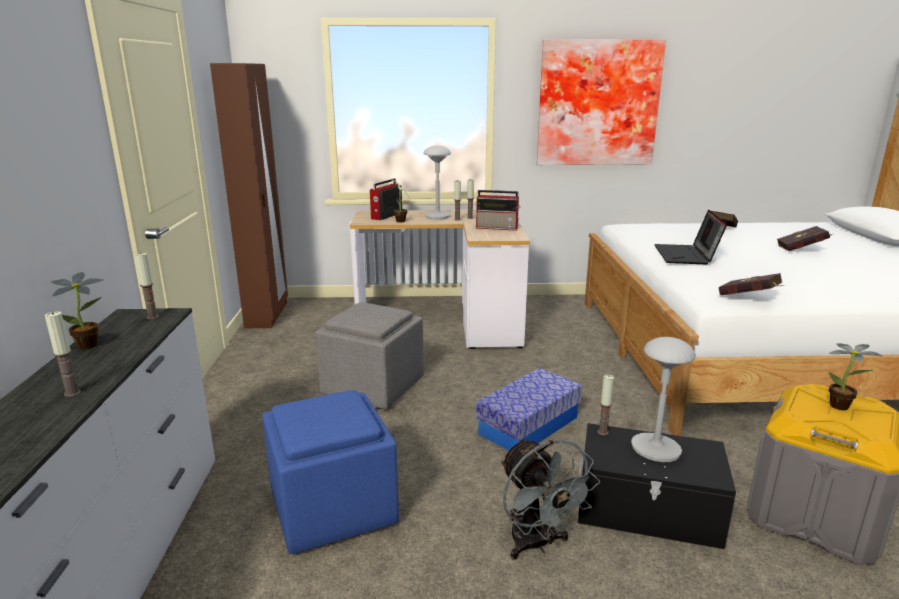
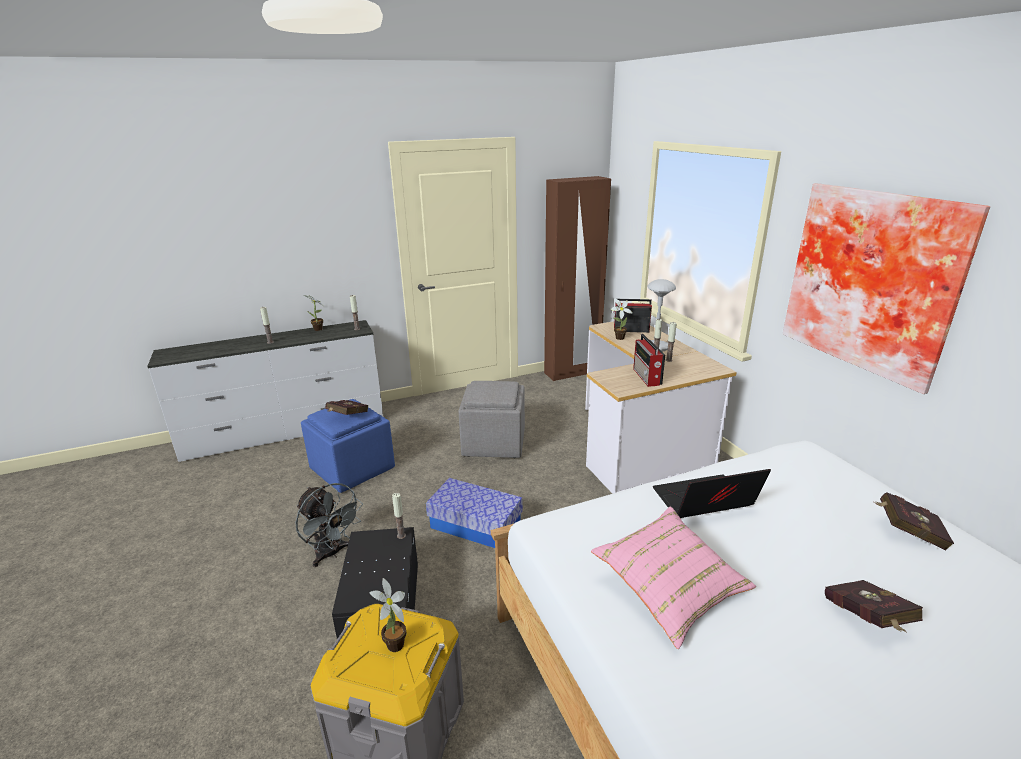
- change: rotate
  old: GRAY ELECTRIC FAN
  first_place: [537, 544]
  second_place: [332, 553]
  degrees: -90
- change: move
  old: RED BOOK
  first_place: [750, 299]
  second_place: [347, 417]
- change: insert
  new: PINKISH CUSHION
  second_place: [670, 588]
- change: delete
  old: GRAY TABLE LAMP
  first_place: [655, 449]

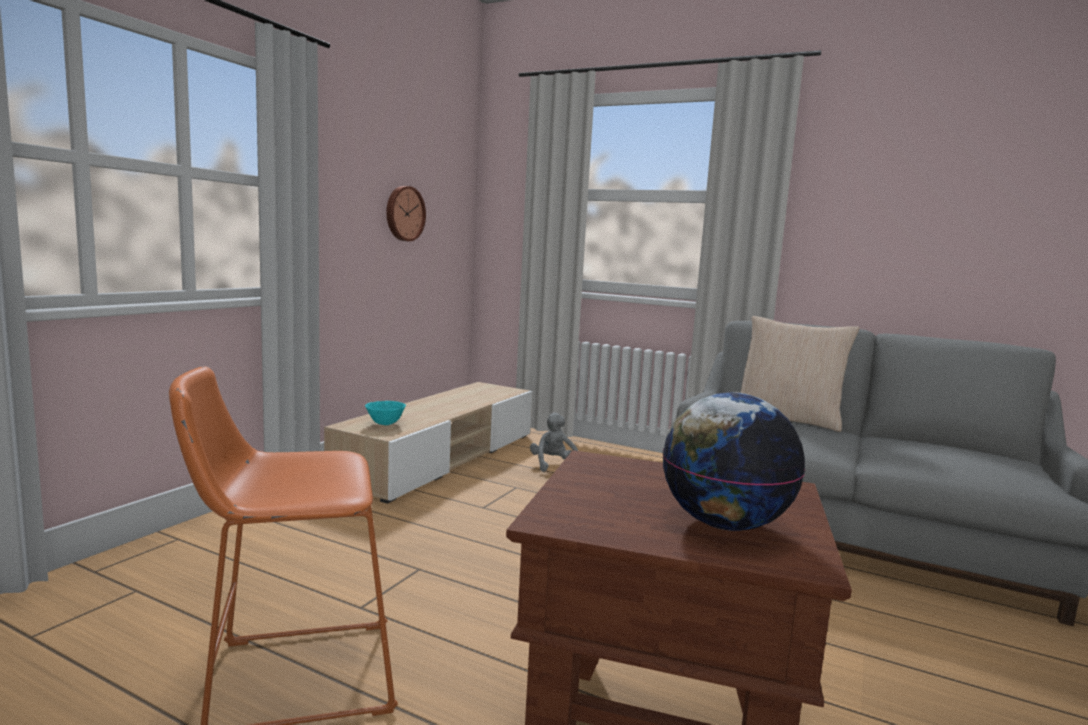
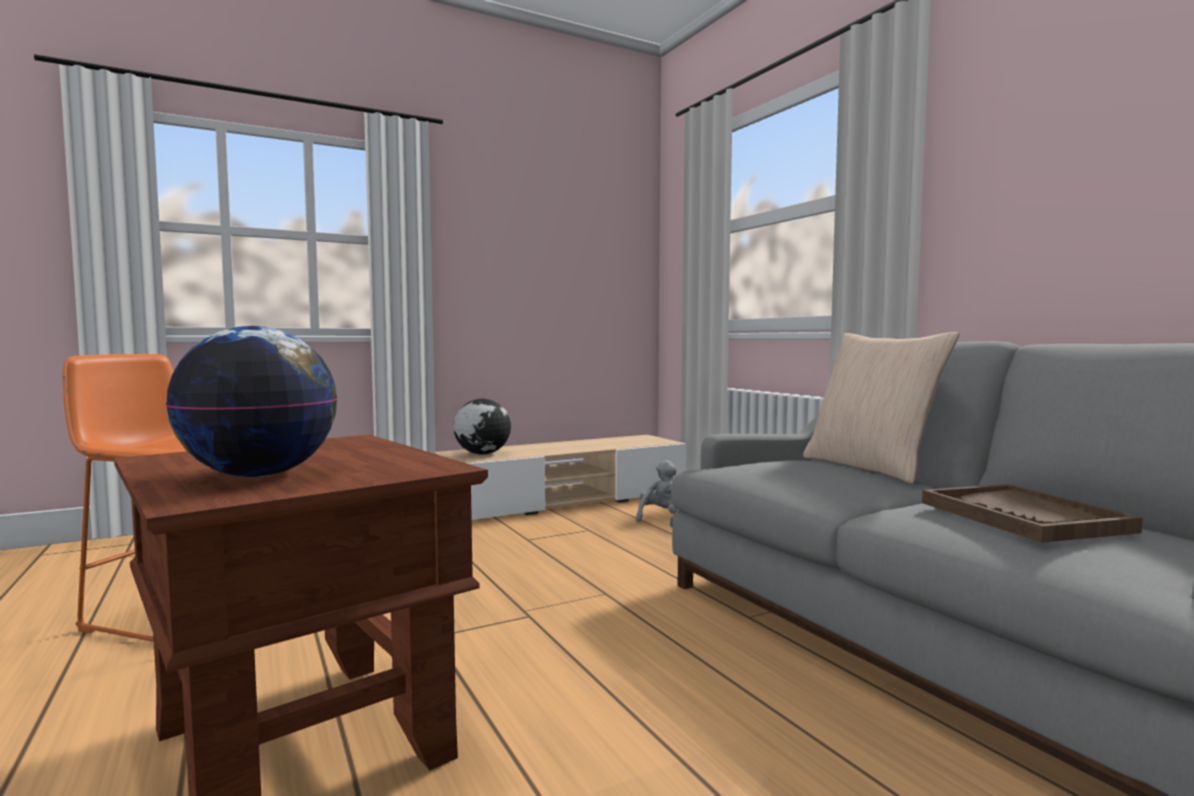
- change: replace
  old: TURQUOISE-COLOURED SERVING BOWL
  new: GLOBE
  first_place: [385, 424]
  second_place: [482, 454]
- change: insert
  new: BROWN-COLOURED CARRYING TRAY
  second_place: [1023, 517]
- change: delete
  old: WALL CLOCK
  first_place: [404, 213]

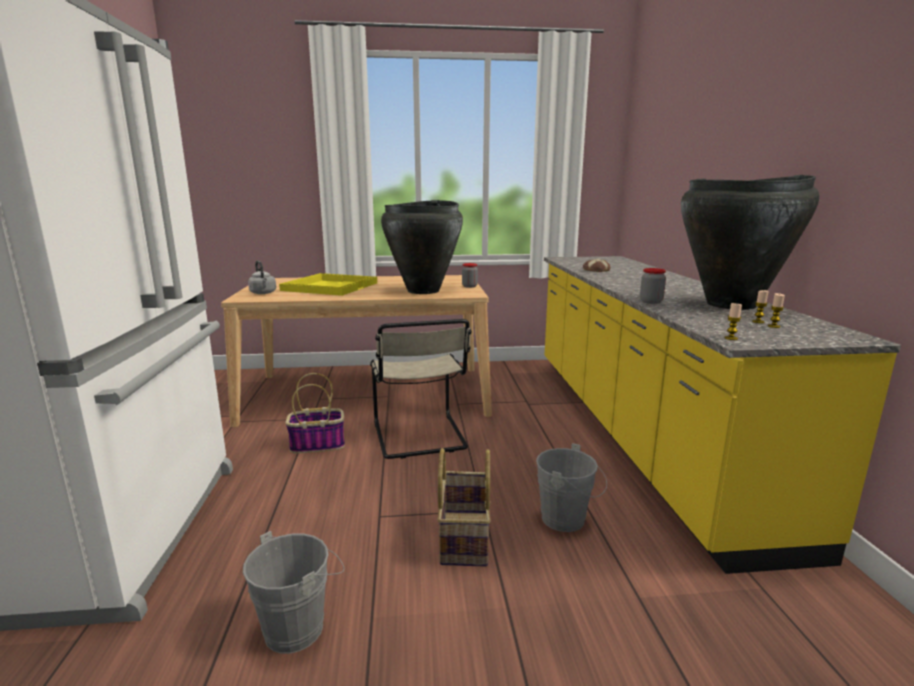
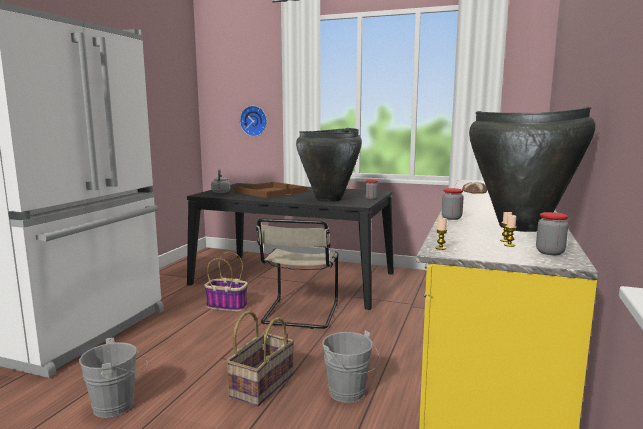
- change: recolor
  old: SAND-COLOURED DINNER TABLE
  new: BLACKISH DINNER TABLE
  first_place: [368, 394]
  second_place: [293, 278]
- change: recolor
  old: YELLOWISH CARRYING TRAY
  new: BROWN-COLOURED CARRYING TRAY
  first_place: [330, 286]
  second_place: [270, 191]
- change: insert
  new: WALL CLOCK
  second_place: [254, 121]
- change: insert
  new: PRESERVE JAR
  second_place: [550, 252]

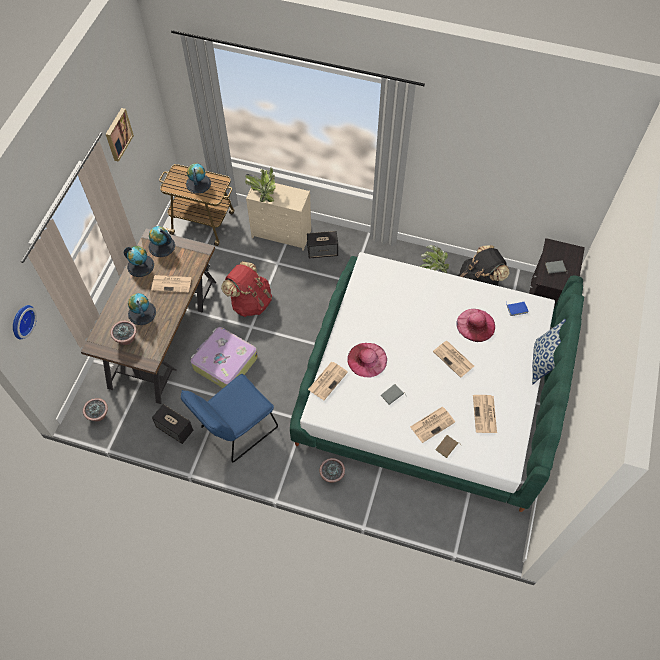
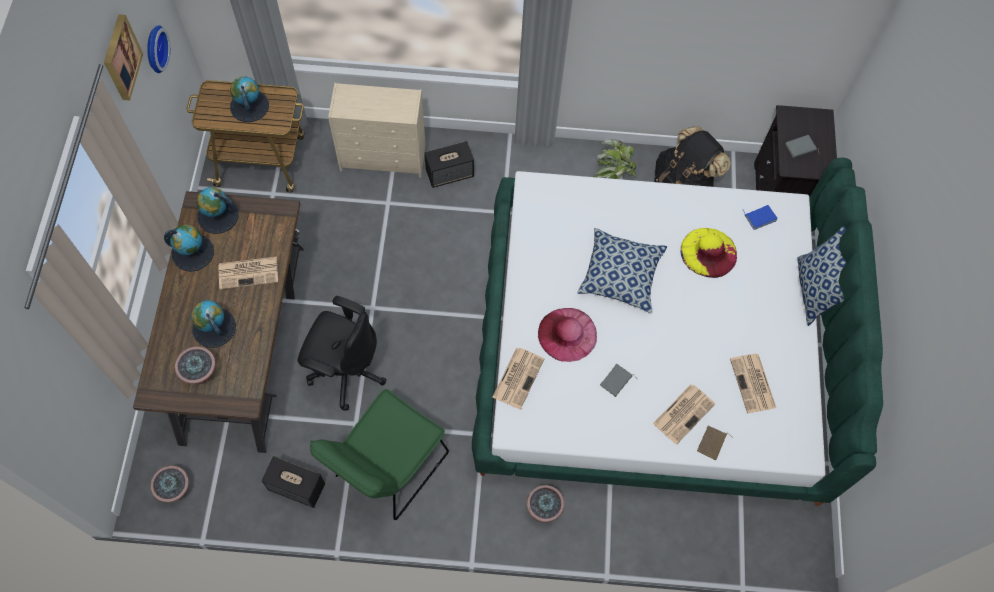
- change: move
  old: WALL CLOCK
  first_place: [21, 321]
  second_place: [154, 49]
- change: replace
  old: SUITCASE
  new: BLACKISH DESK CHAIR
  first_place: [224, 363]
  second_place: [346, 371]
- change: recolor
  old: BLUISH CHAIR
  new: GREEN-COLOURED CHAIR
  first_place: [235, 430]
  second_place: [387, 470]
- change: insert
  new: CUSHION
  second_place: [620, 276]
- change: recolor
  old: PINKISH CLOTHING HAT
  new: YELLOWISH CLOTHING HAT
  first_place: [475, 325]
  second_place: [708, 252]
- change: delete
  old: RED RUCKSACK
  first_place: [250, 302]
- change: delete
  old: HOUSEPLANT
  first_place: [263, 192]
- change: delete
  old: PRINTED PAPER
  first_place: [454, 359]

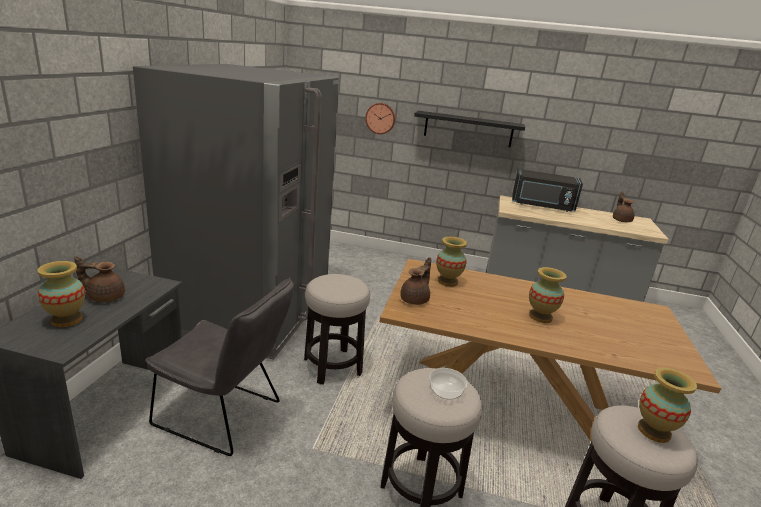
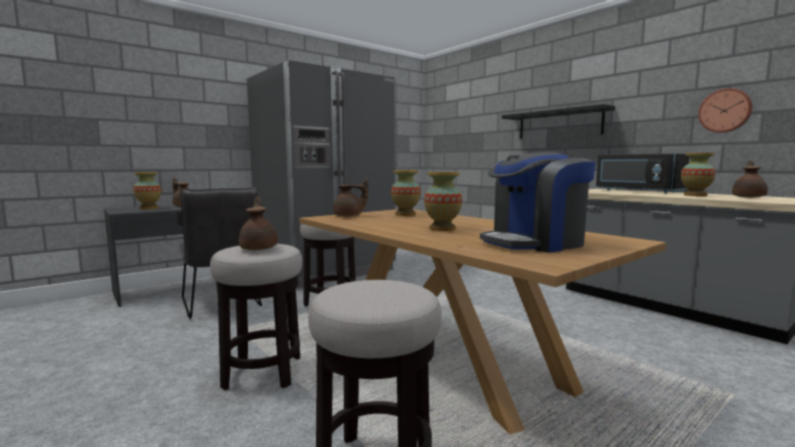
- change: replace
  old: SERVING BOWL
  new: BROWN-COLOURED TEAPOT
  first_place: [446, 391]
  second_place: [259, 248]
- change: insert
  new: COFFEE MACHINE
  second_place: [535, 243]
- change: move
  old: DECORATIVE VASE
  first_place: [653, 431]
  second_place: [695, 195]
- change: move
  old: WALL CLOCK
  first_place: [380, 118]
  second_place: [725, 111]

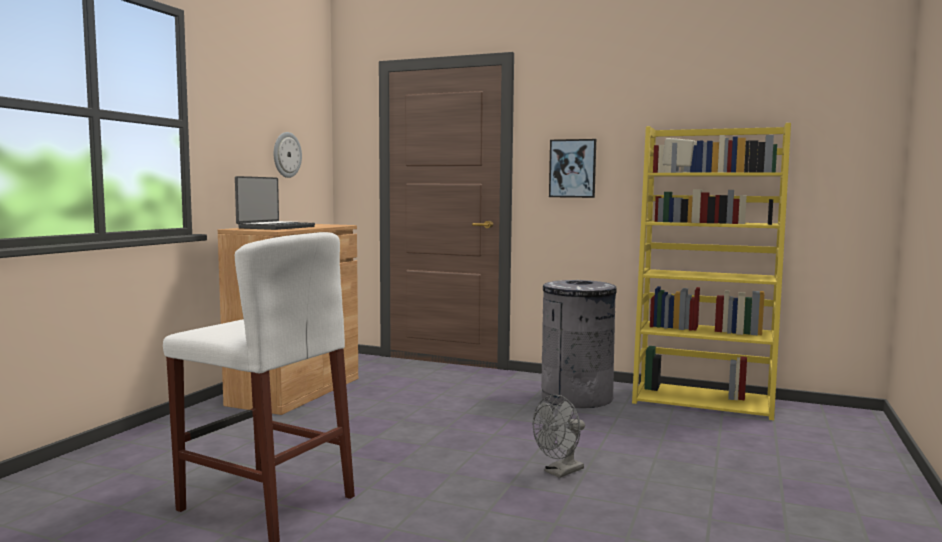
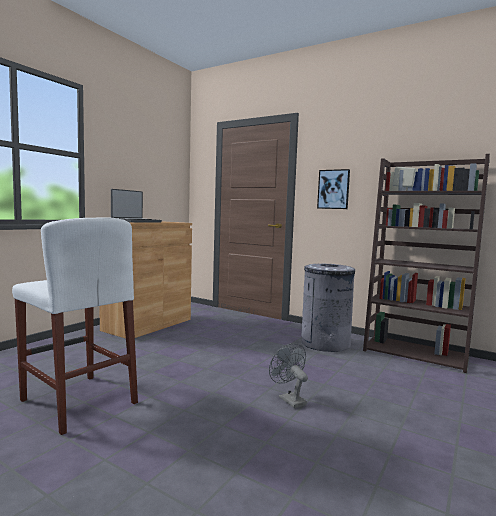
- change: rotate
  old: GRAY ELECTRIC FAN
  first_place: [560, 472]
  second_place: [289, 399]
  degrees: 90
- change: recolor
  old: YELLOWISH BOOKSHELF
  new: BROWN-COLOURED BOOKSHELF
  first_place: [704, 401]
  second_place: [416, 353]
- change: delete
  old: WALL CLOCK
  first_place: [286, 155]

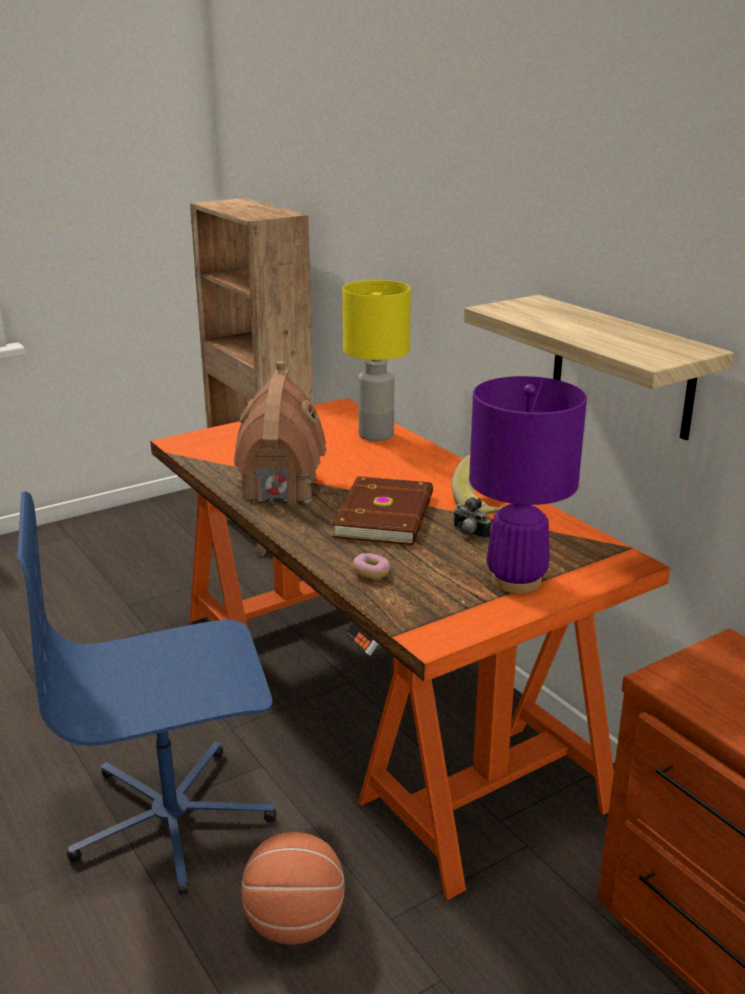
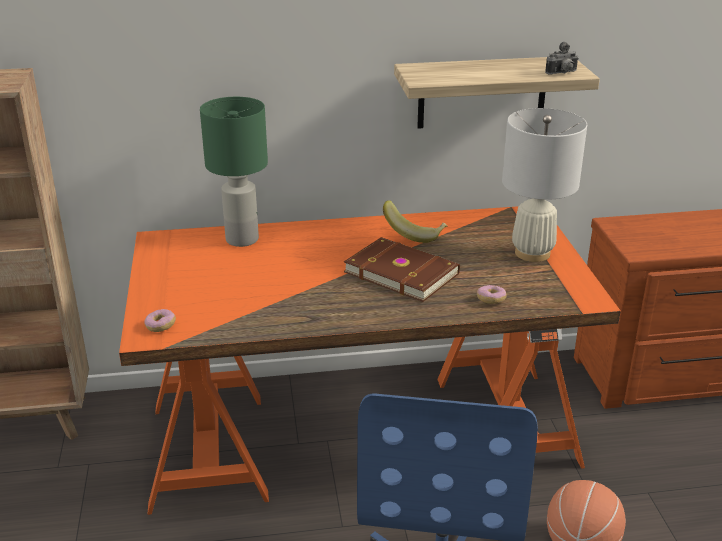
- change: insert
  new: DOUGHNUT
  second_place: [160, 326]
- change: recolor
  old: YELLOWISH TABLE LAMP
  new: GREEN-COLOURED TABLE LAMP
  first_place: [375, 435]
  second_place: [241, 239]
- change: recolor
  old: PURPLISH TABLE LAMP
  new: WHITISH TABLE LAMP
  first_place: [515, 580]
  second_place: [532, 253]
- change: move
  old: PHOTO CAMERA
  first_place: [468, 534]
  second_place: [562, 73]
- change: delete
  old: MINIATURE HOUSE
  first_place: [279, 487]

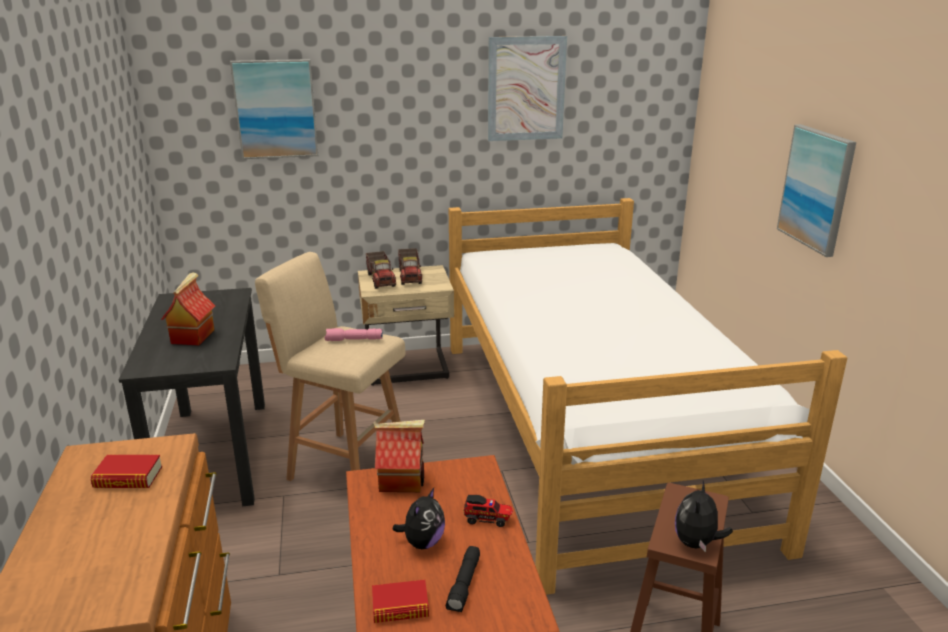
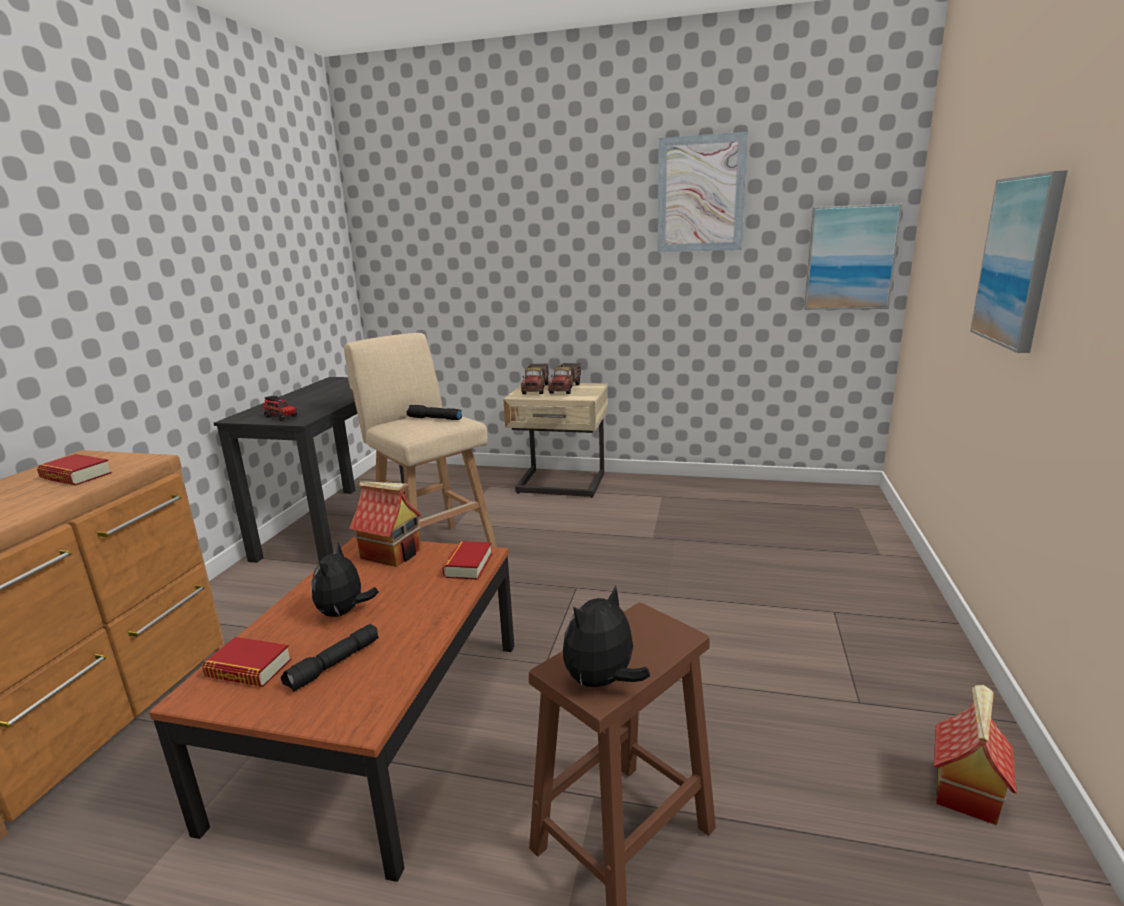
- change: move
  old: TOY TRUCK
  first_place: [488, 519]
  second_place: [281, 417]
- change: rotate
  old: CUDDLY TOY
  first_place: [422, 542]
  second_place: [344, 612]
  degrees: 135
- change: recolor
  old: PINKISH HAND TORCH
  new: BLACKISH HAND TORCH
  first_place: [353, 340]
  second_place: [434, 419]
- change: insert
  new: BOOK
  second_place: [468, 565]
- change: move
  old: WALL ART
  first_place: [275, 109]
  second_place: [850, 258]
- change: move
  old: MINIATURE HOUSE
  first_place: [192, 336]
  second_place: [964, 790]
- change: delete
  old: BED
  first_place: [589, 431]

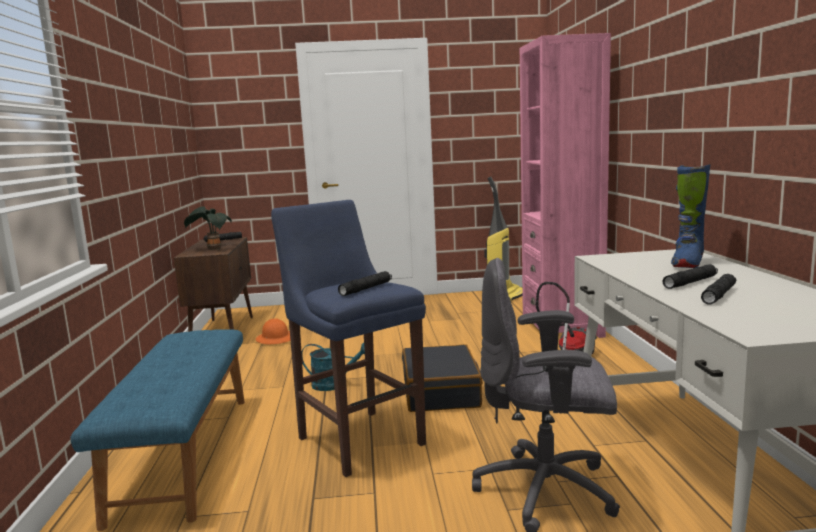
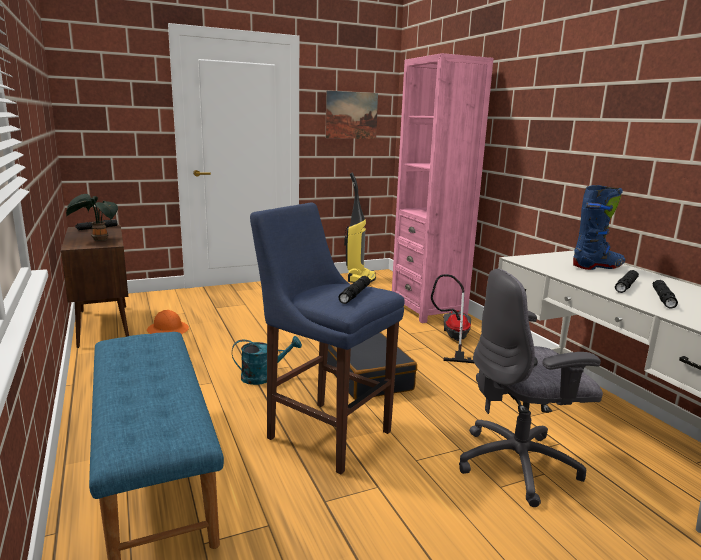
- change: insert
  new: WALL ART
  second_place: [351, 115]
- change: rotate
  old: BLUISH HIGH-TOP BOOT
  first_place: [687, 264]
  second_place: [598, 267]
  degrees: -120

